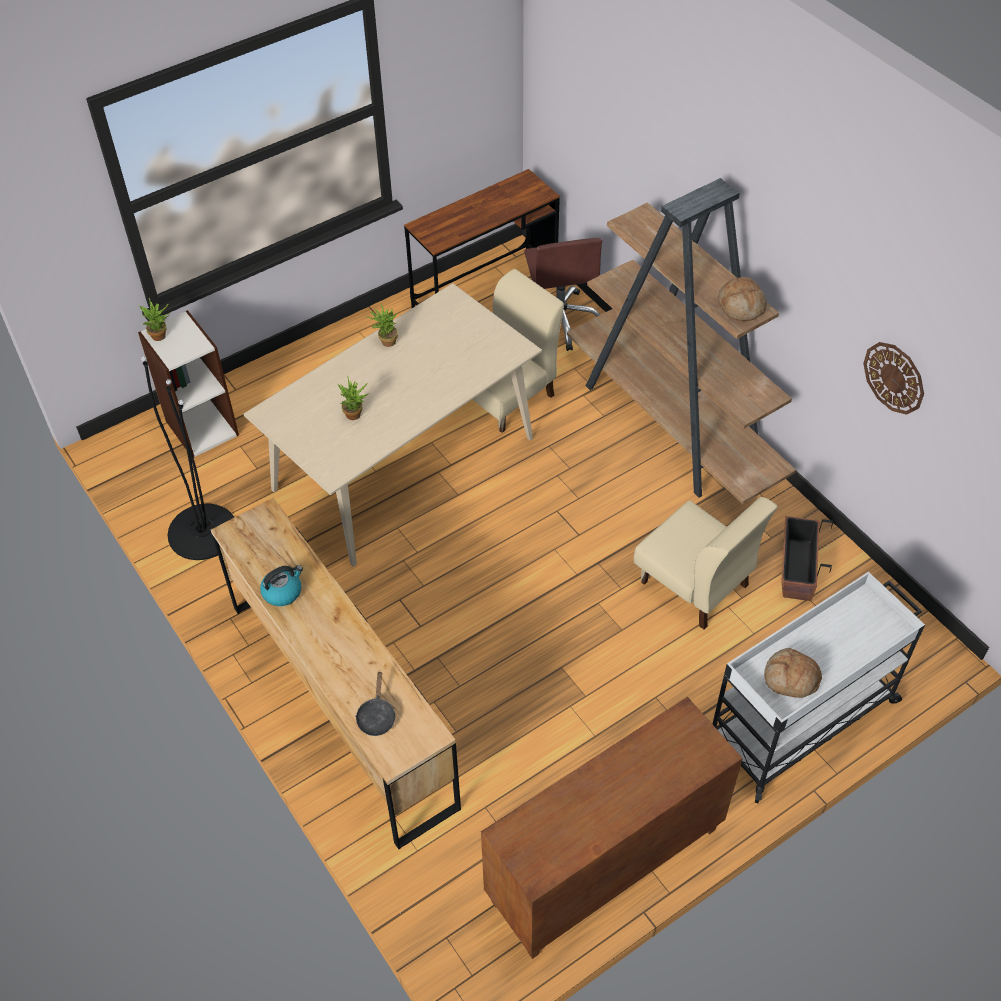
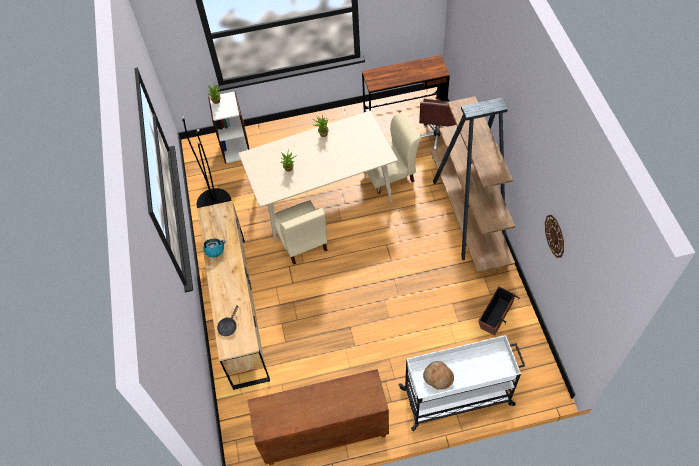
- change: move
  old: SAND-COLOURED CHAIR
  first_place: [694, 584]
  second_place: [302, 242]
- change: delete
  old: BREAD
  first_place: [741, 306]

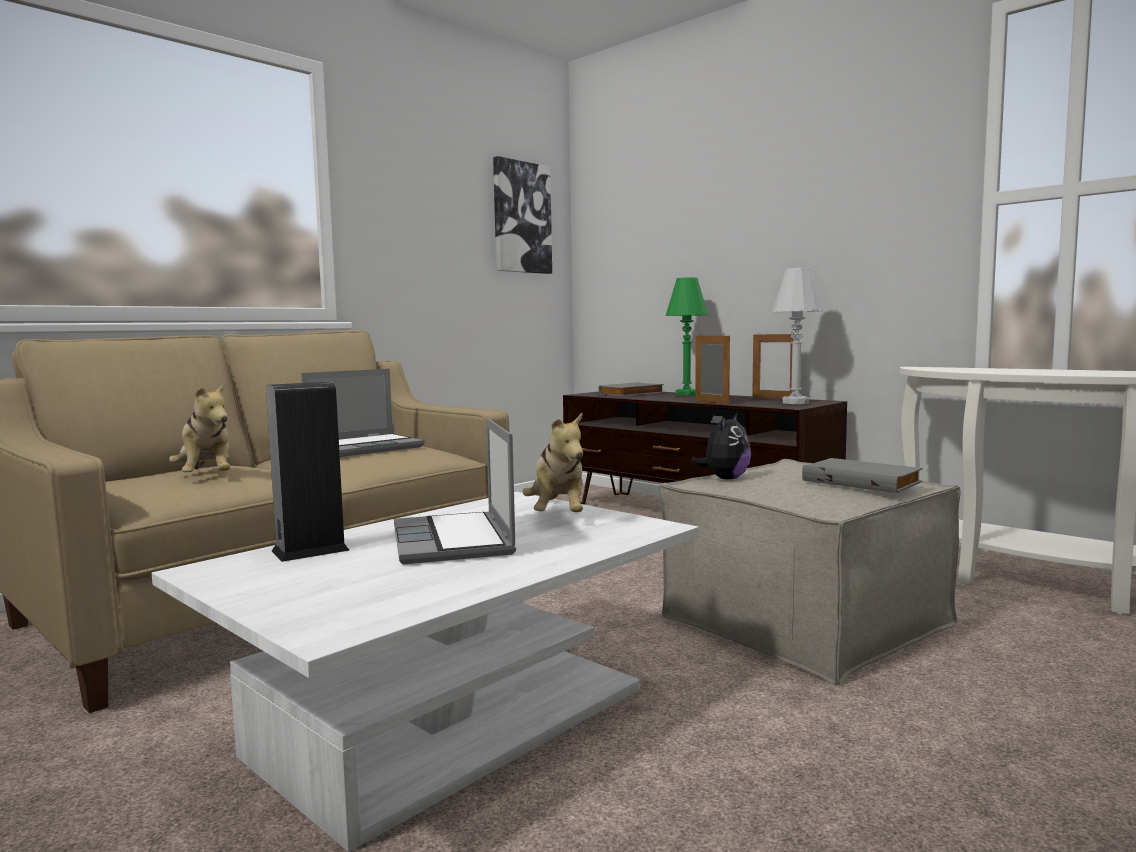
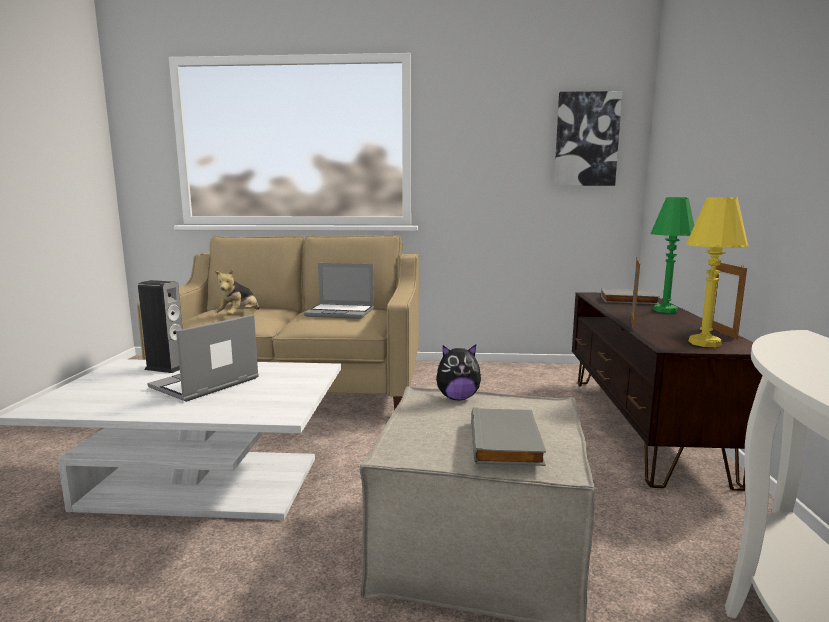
- change: recolor
  old: WHITISH TABLE LAMP
  new: YELLOWISH TABLE LAMP
  first_place: [795, 402]
  second_place: [704, 343]
- change: delete
  old: CUDDLY TOY
  first_place: [558, 515]

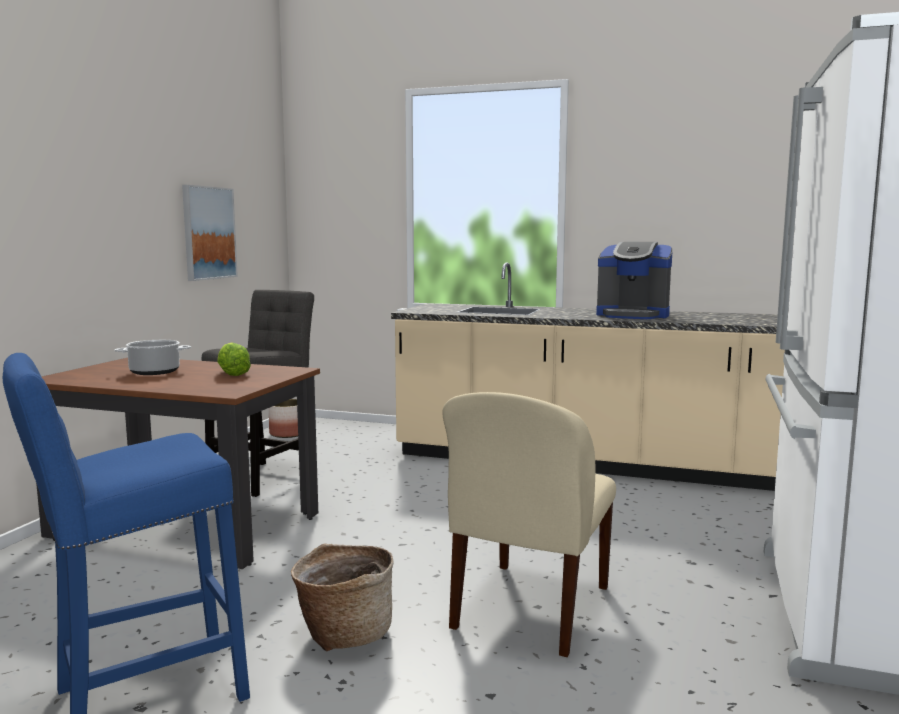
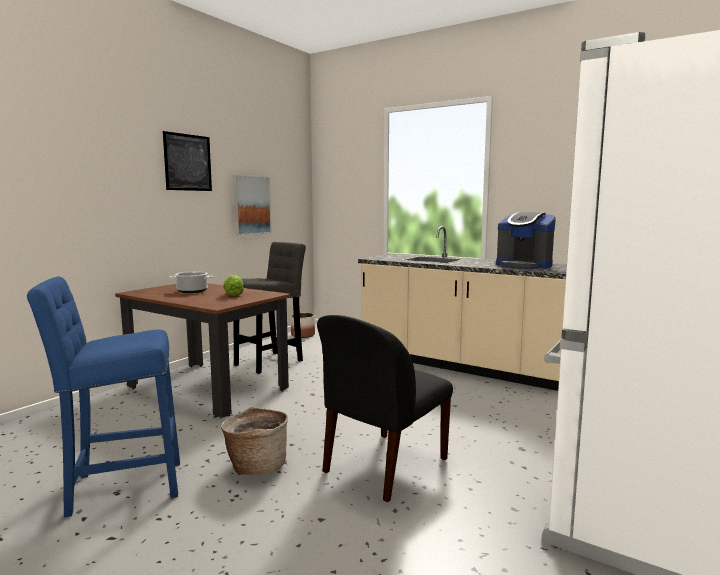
- change: insert
  new: WALL ART
  second_place: [188, 162]
- change: recolor
  old: SAND-COLOURED CHAIR
  new: BLACKISH CHAIR
  first_place: [529, 609]
  second_place: [383, 466]

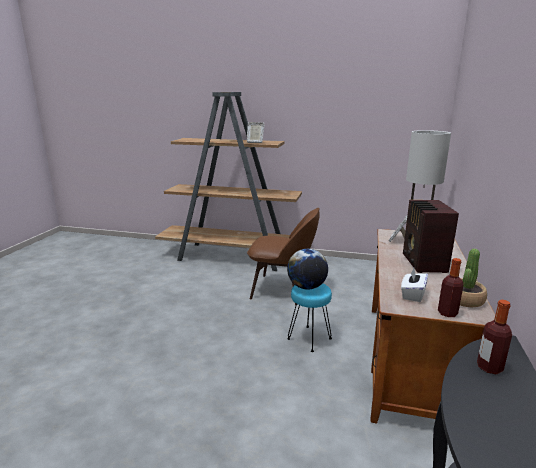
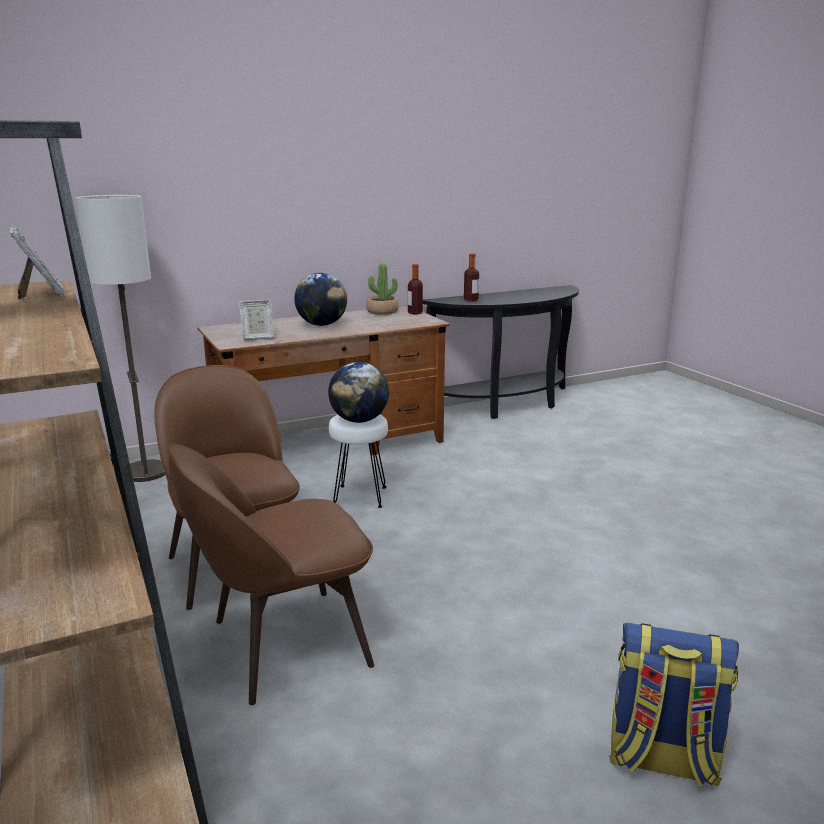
- change: insert
  new: BROWN-COLOURED CHAIR
  second_place: [283, 645]
- change: replace
  old: RADIO
  new: GLOBE
  first_place: [423, 263]
  second_place: [322, 325]
- change: recolor
  old: TURQUOISE-COLOURED STOOL
  new: WHITISH STOOL
  first_place: [309, 338]
  second_place: [360, 497]
- change: insert
  new: RUCKSACK
  second_place: [661, 759]
- change: delete
  old: WHITISH BOX OF TISSUES
  first_place: [412, 294]

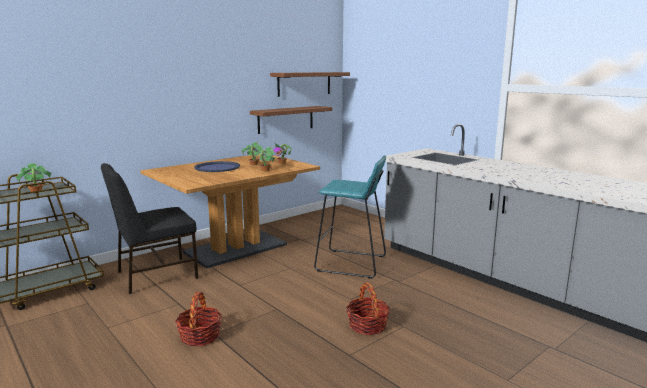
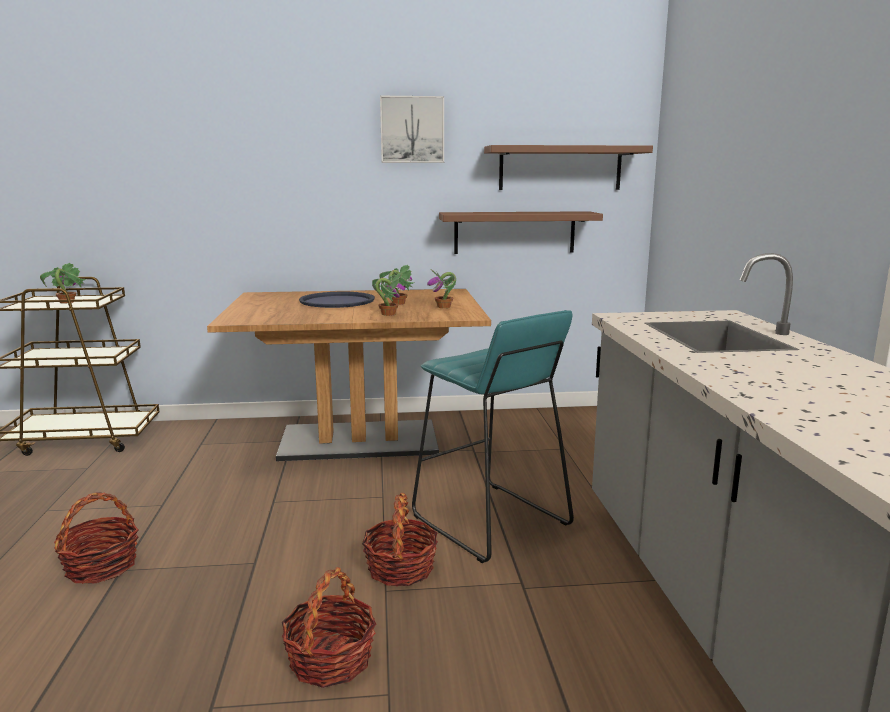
- change: insert
  new: STORAGE BASKET
  second_place: [400, 569]
- change: insert
  new: WALL ART
  second_place: [412, 130]
- change: delete
  old: BLACKISH CHAIR
  first_place: [155, 275]

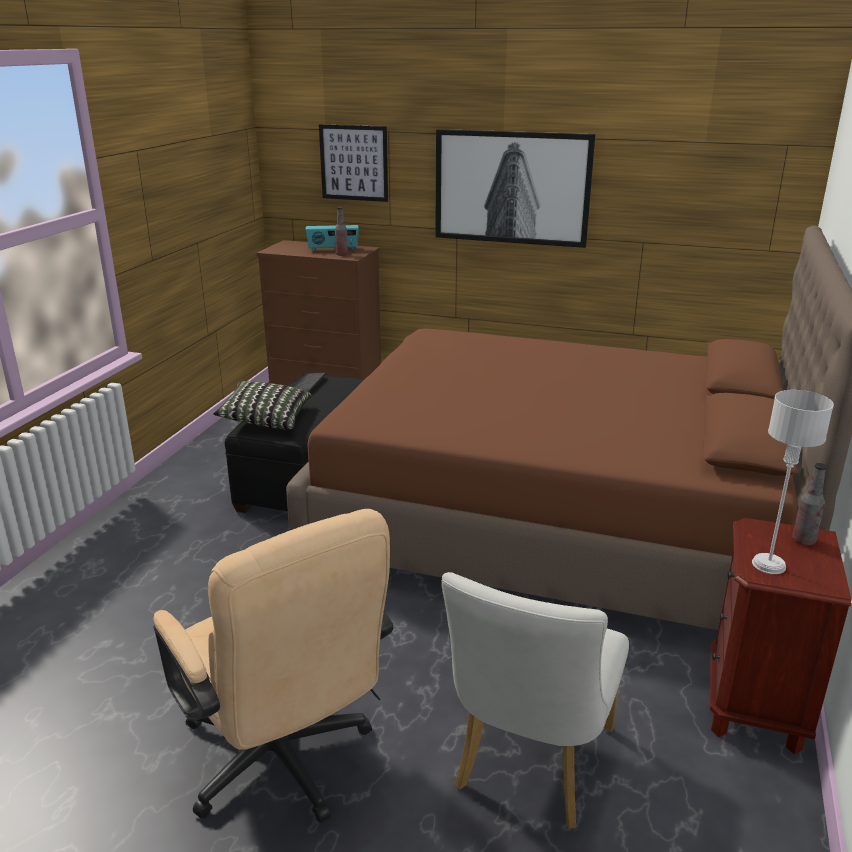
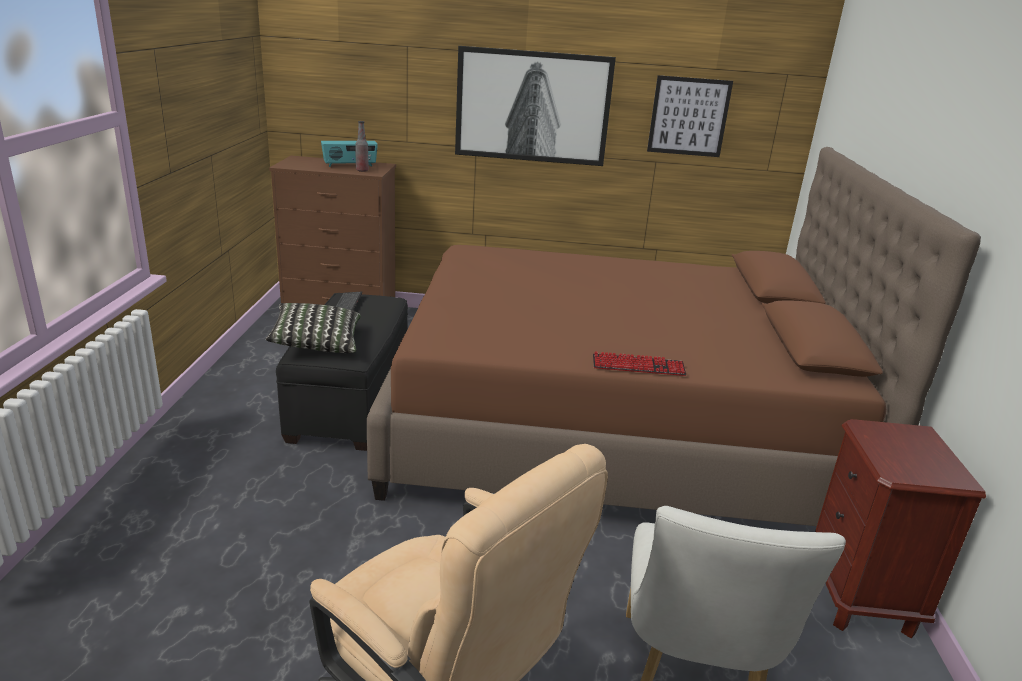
- change: insert
  new: PC KEYBOARD
  second_place: [638, 366]
- change: move
  old: WALL ART
  first_place: [354, 163]
  second_place: [688, 116]
- change: delete
  old: GRAY TABLE LAMP
  first_place: [768, 564]
- change: delete
  old: BEVERAGE BOTTLE
  first_place: [803, 541]

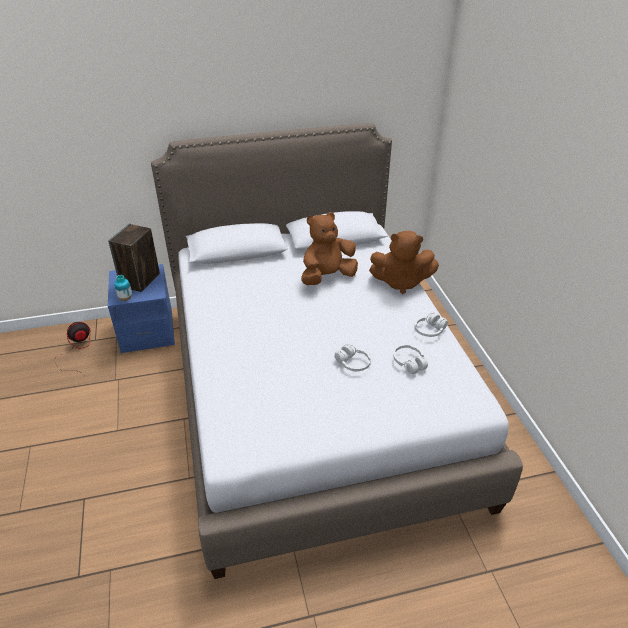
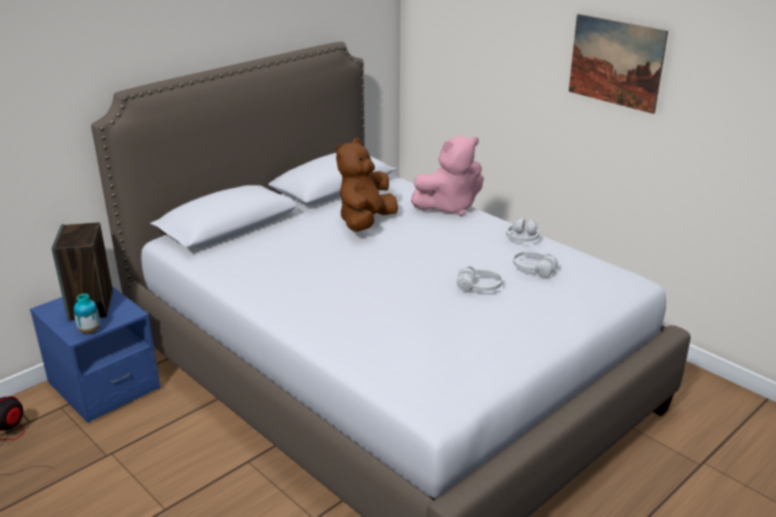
- change: recolor
  old: BROWN-COLOURED CUDDLY TOY
  new: PINKISH CUDDLY TOY
  first_place: [401, 282]
  second_place: [449, 207]
- change: insert
  new: WALL ART
  second_place: [616, 62]

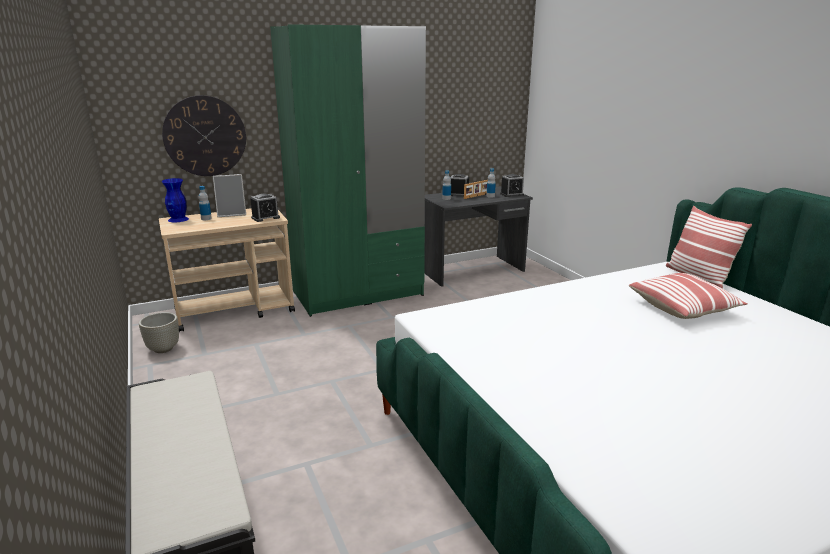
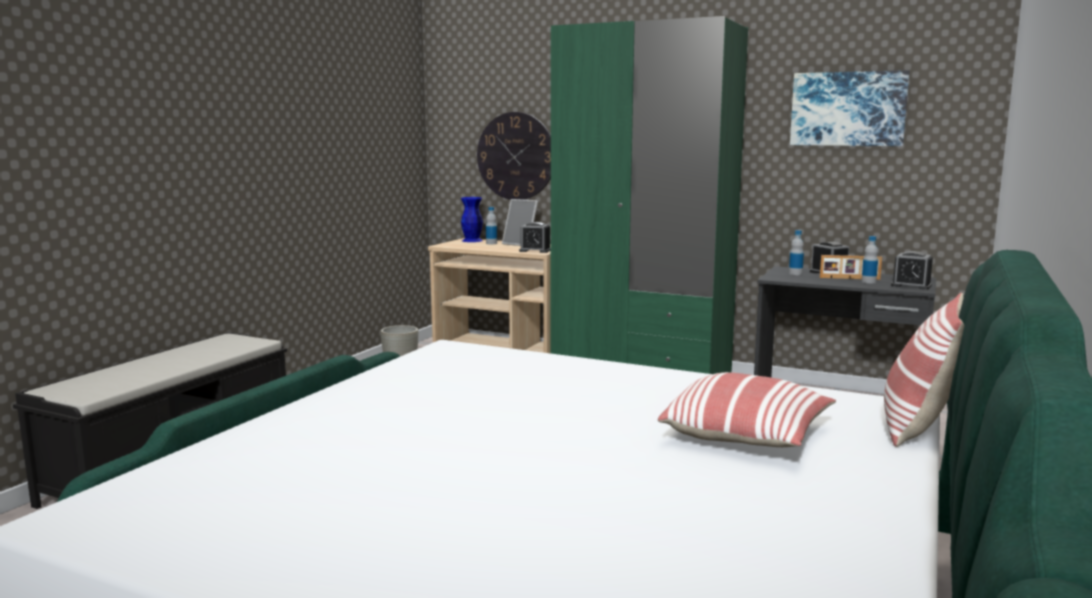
- change: insert
  new: WALL ART
  second_place: [848, 109]

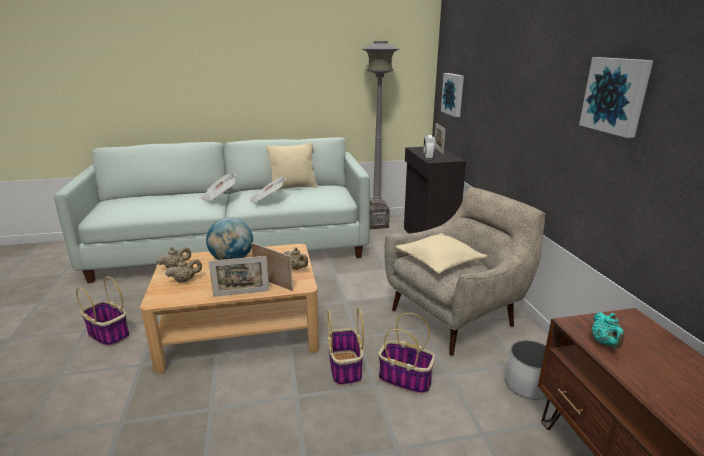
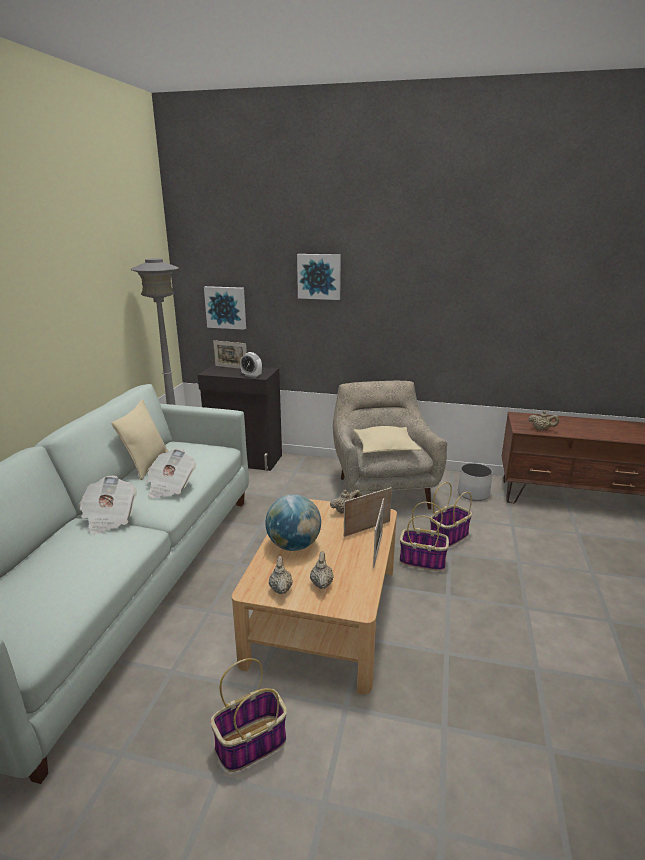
- change: move
  old: WALL ART
  first_place: [616, 95]
  second_place: [319, 276]
- change: recolor
  old: TURQUOISE-COLOURED TEAPOT
  new: SAND-COLOURED TEAPOT
  first_place: [605, 343]
  second_place: [541, 429]

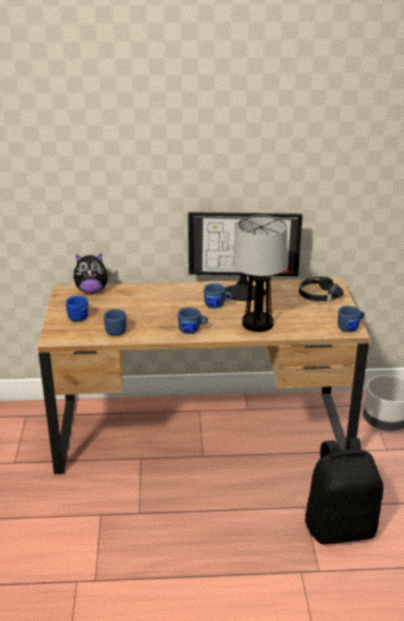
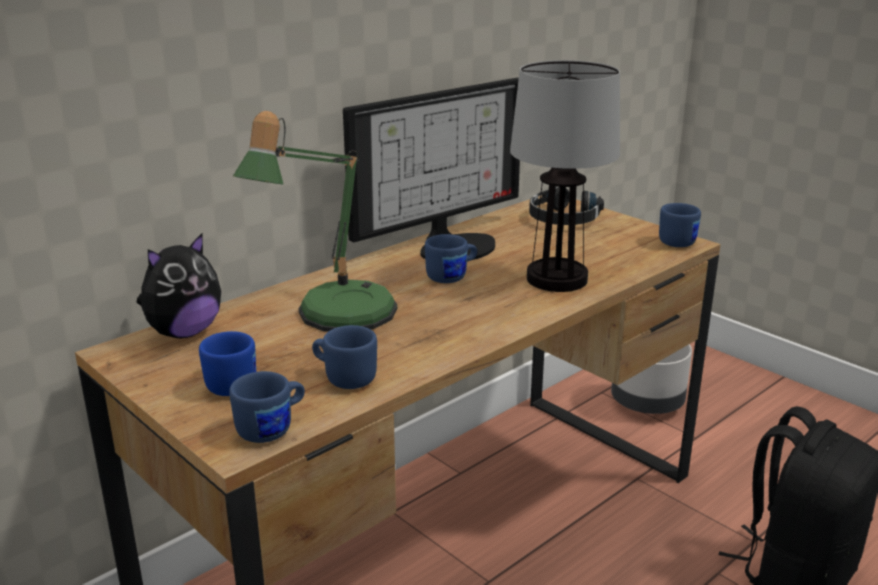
- change: move
  old: BLUISH COFFEE MUG
  first_place: [192, 330]
  second_place: [272, 428]
- change: insert
  new: TABLE LAMP
  second_place: [335, 317]

